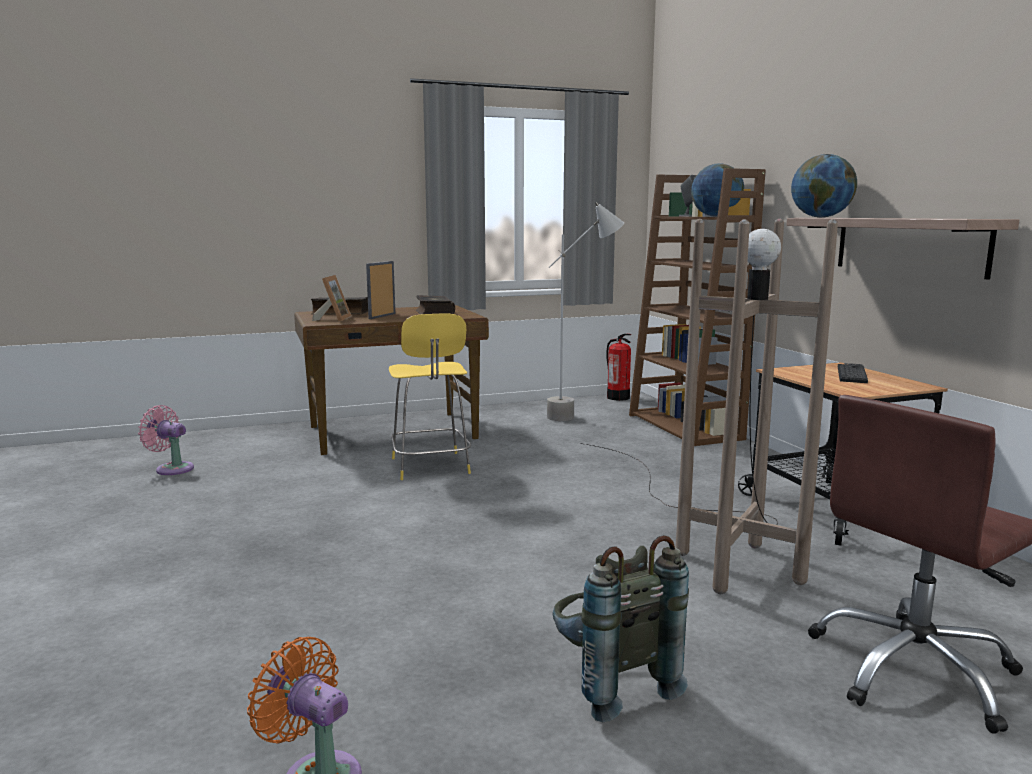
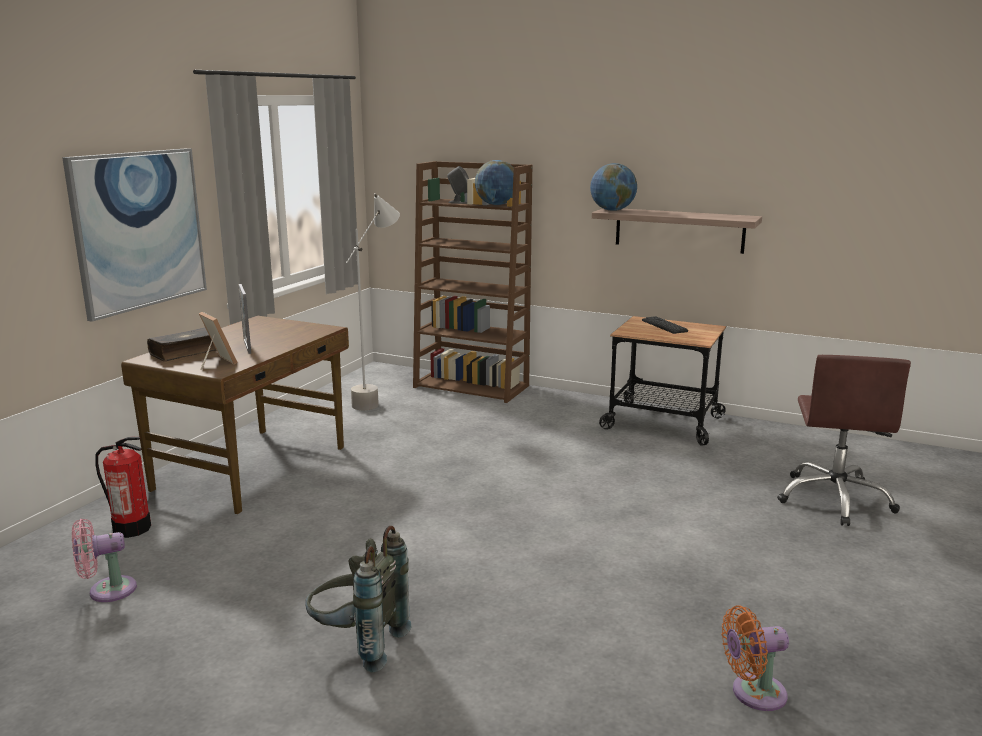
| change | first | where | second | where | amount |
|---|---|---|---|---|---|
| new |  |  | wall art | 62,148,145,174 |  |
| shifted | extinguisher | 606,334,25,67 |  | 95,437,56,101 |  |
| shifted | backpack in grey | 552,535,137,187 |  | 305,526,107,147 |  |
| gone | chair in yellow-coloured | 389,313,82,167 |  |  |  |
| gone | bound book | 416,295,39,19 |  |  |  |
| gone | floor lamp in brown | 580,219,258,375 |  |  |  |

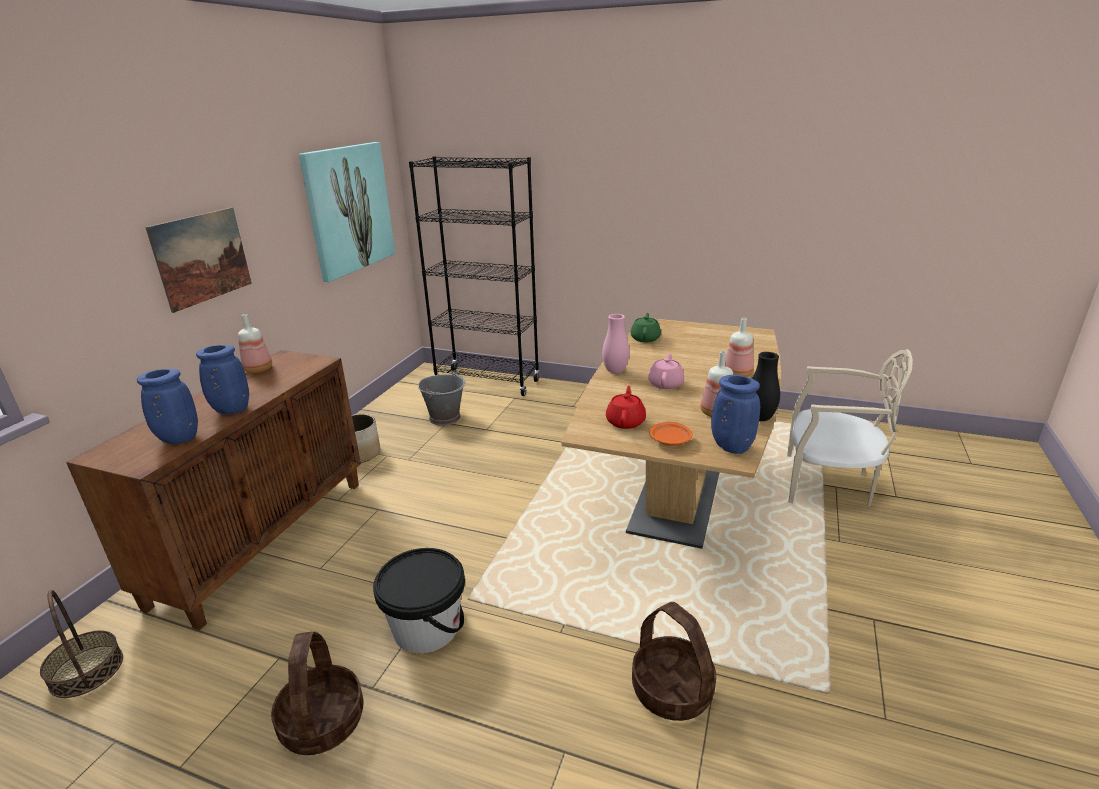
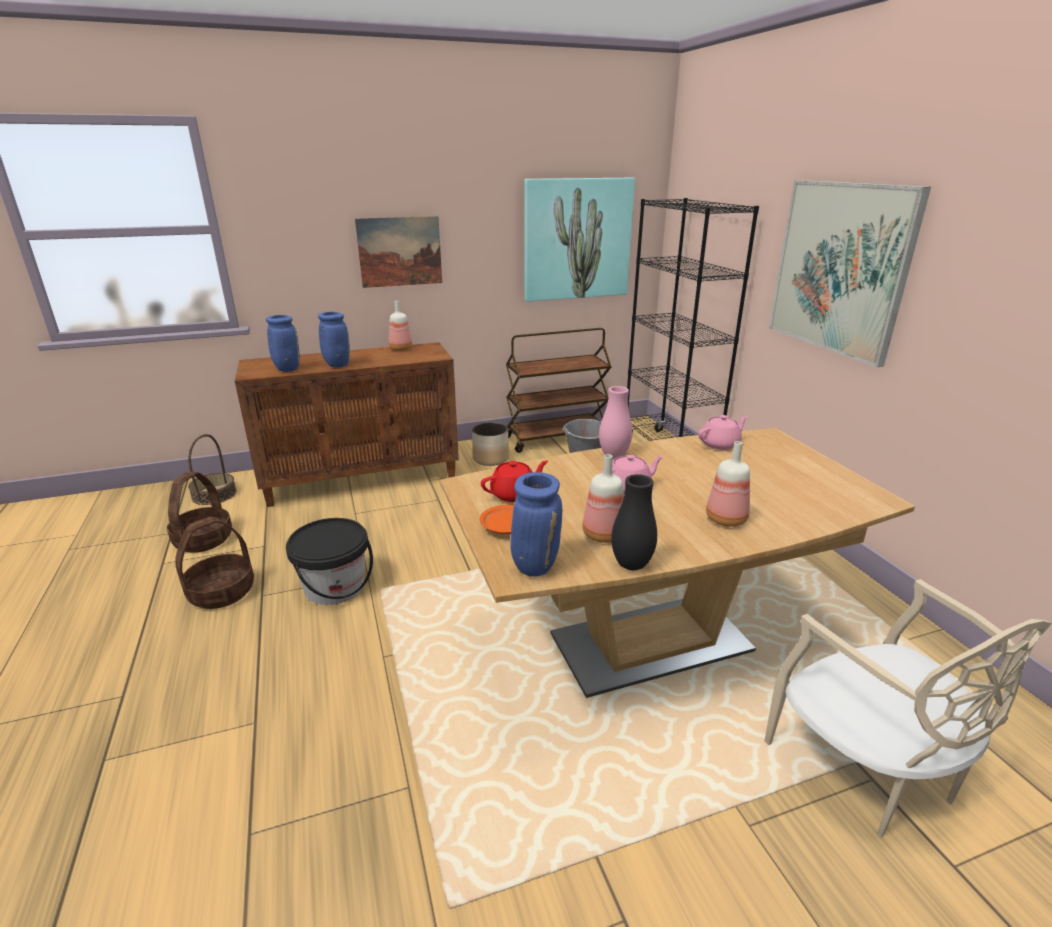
| change | first | where | second | where | amount |
|---|---|---|---|---|---|
| shifted | household basket | 632,602,84,119 |  | 167,471,65,82 |  |
| new |  |  | cart in brown | 506,328,106,125 |  |
| repainted | teapot in green | 631,313,30,29 | teapot in pinkish | 698,415,51,35 |  |
| new |  |  | wall art | 769,180,162,187 |  |

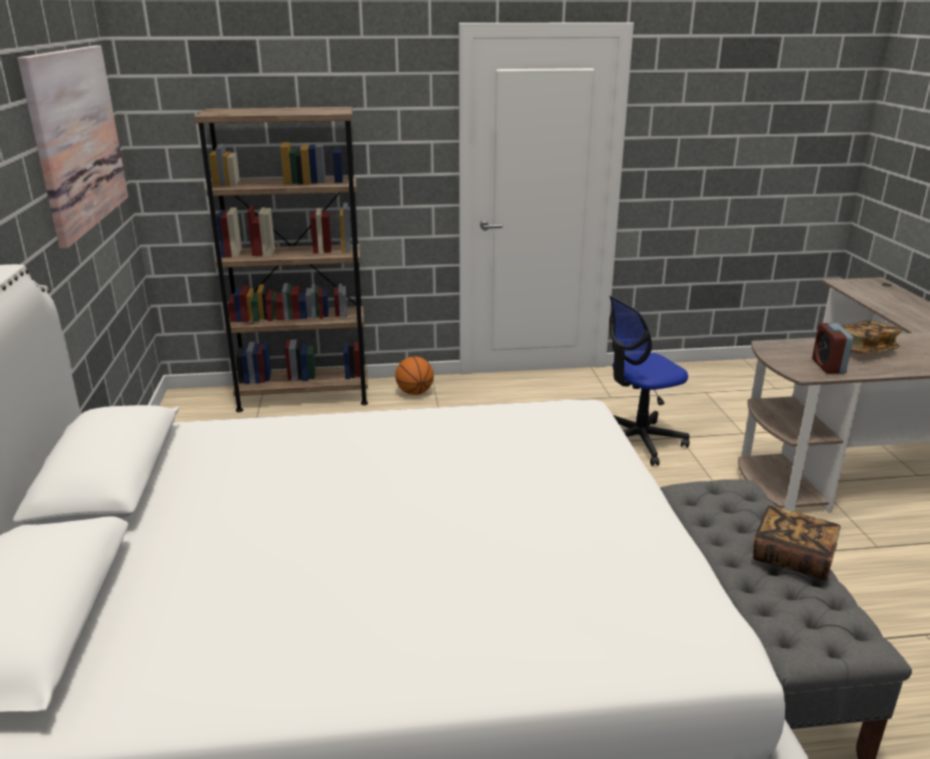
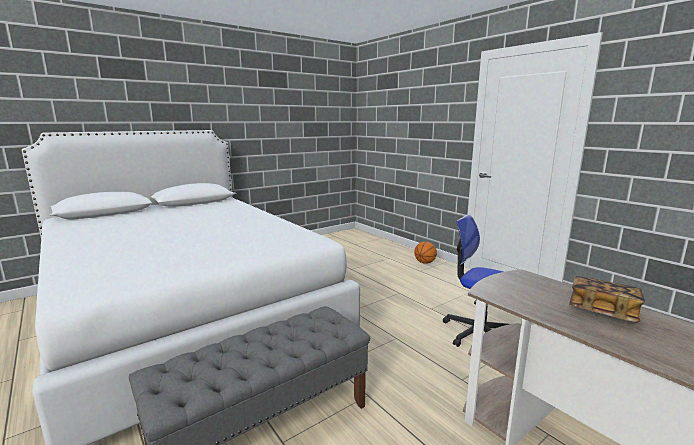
| change | first | where | second | where | amount |
|---|---|---|---|---|---|
| gone | wall art | 17,46,111,203 |  |  |  |
| gone | bookshelf in brown | 194,107,174,305 |  |  |  |
| gone | bound book | 753,505,88,76 |  |  |  |
| gone | bedside clock | 812,323,41,51 |  |  |  |

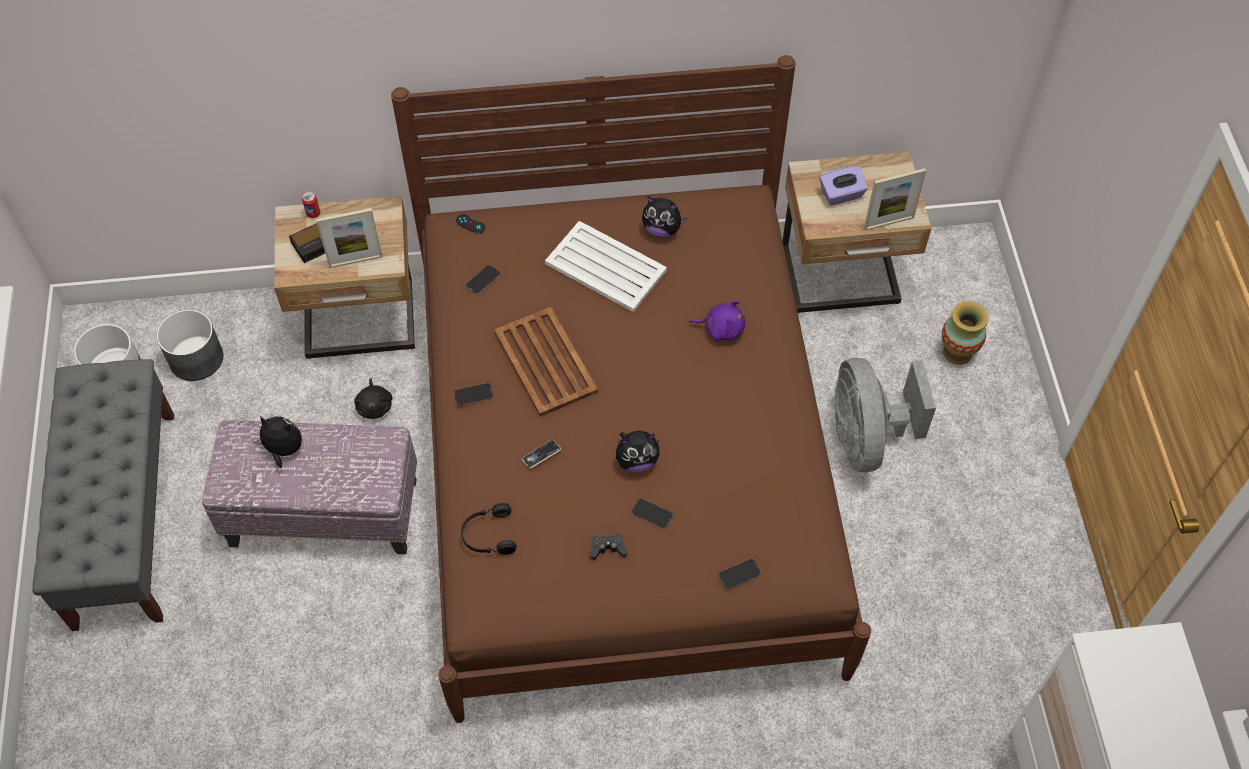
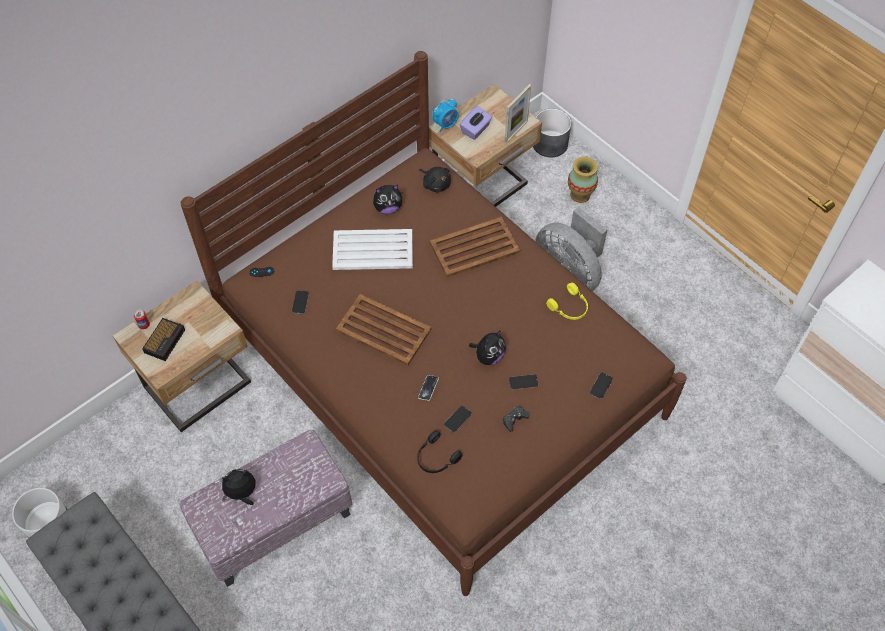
| change | first | where | second | where | amount |
|---|---|---|---|---|---|
| shifted | plush toy in blackish | 354,378,38,41 |  | 419,167,32,25 |  |
| swapped | plush toy in purple-coloured | 689,301,57,40 | tray in brown | 430,217,90,60 |  |
| new |  |  | bedside clock | 433,99,25,33 |  |
| shifted | telephone | 455,383,38,22 |  | 444,406,28,26 |  |
| shifted | flower pot in grey | 156,309,67,72 |  | 533,109,38,48 |  |
| new |  |  | headphones in yellow-coloured | 546,283,42,37 |  |
| gone | photo frame | 316,208,67,60 |  |  |  |

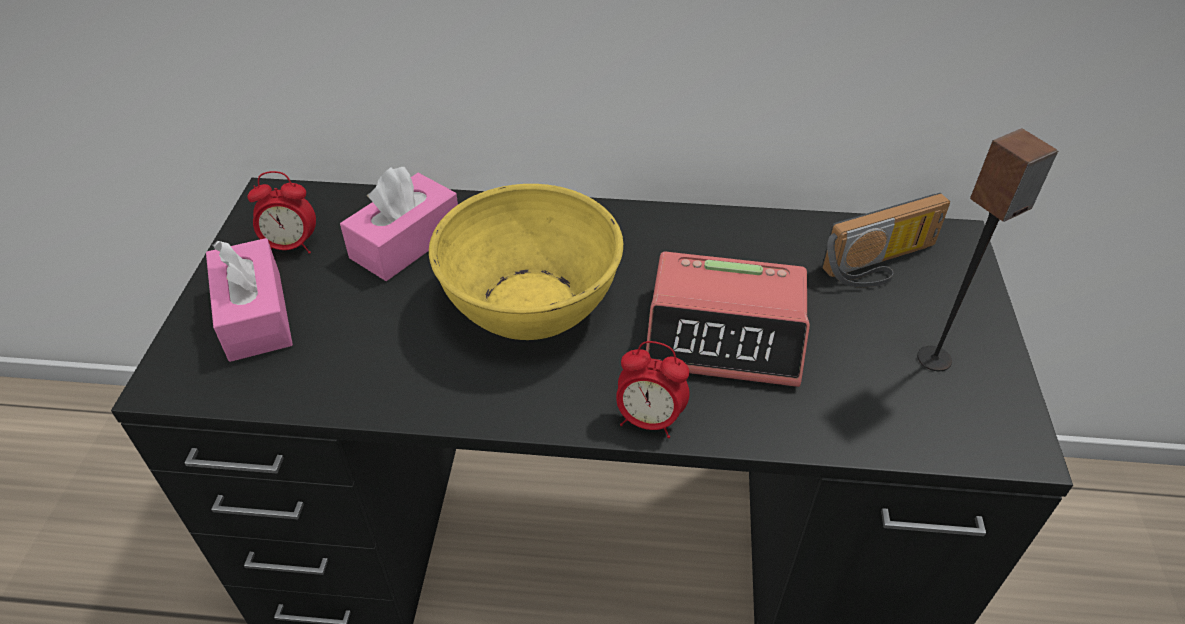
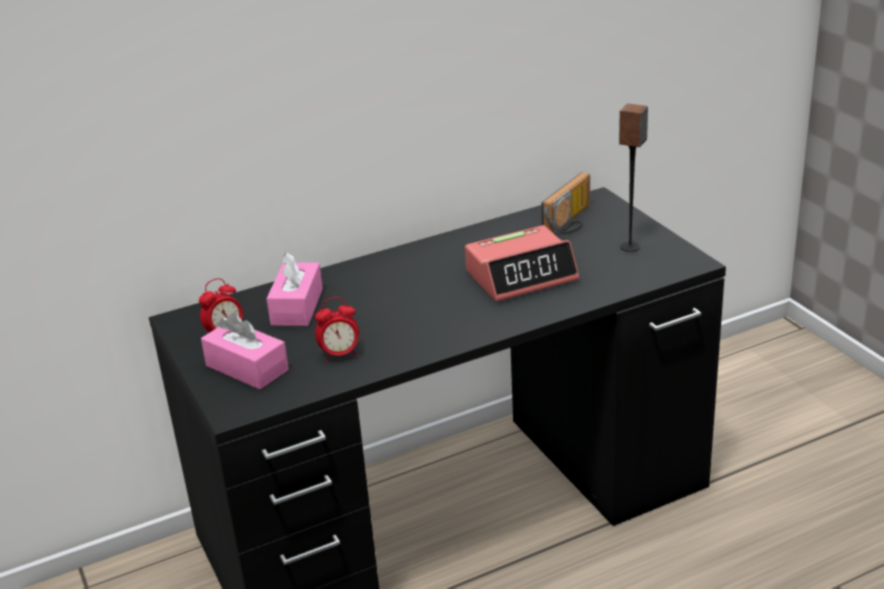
| change | first | where | second | where | amount |
|---|---|---|---|---|---|
| shifted | bedside clock | 616,341,73,97 |  | 315,297,44,65 |  |
| gone | deep dish in yellow-coloured | 429,184,194,156 |  |  |  |

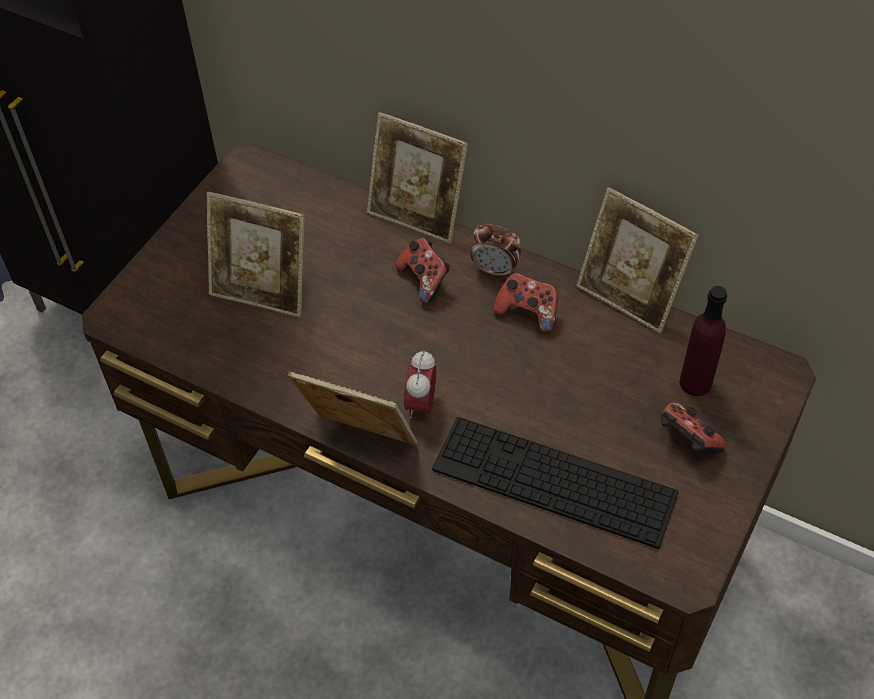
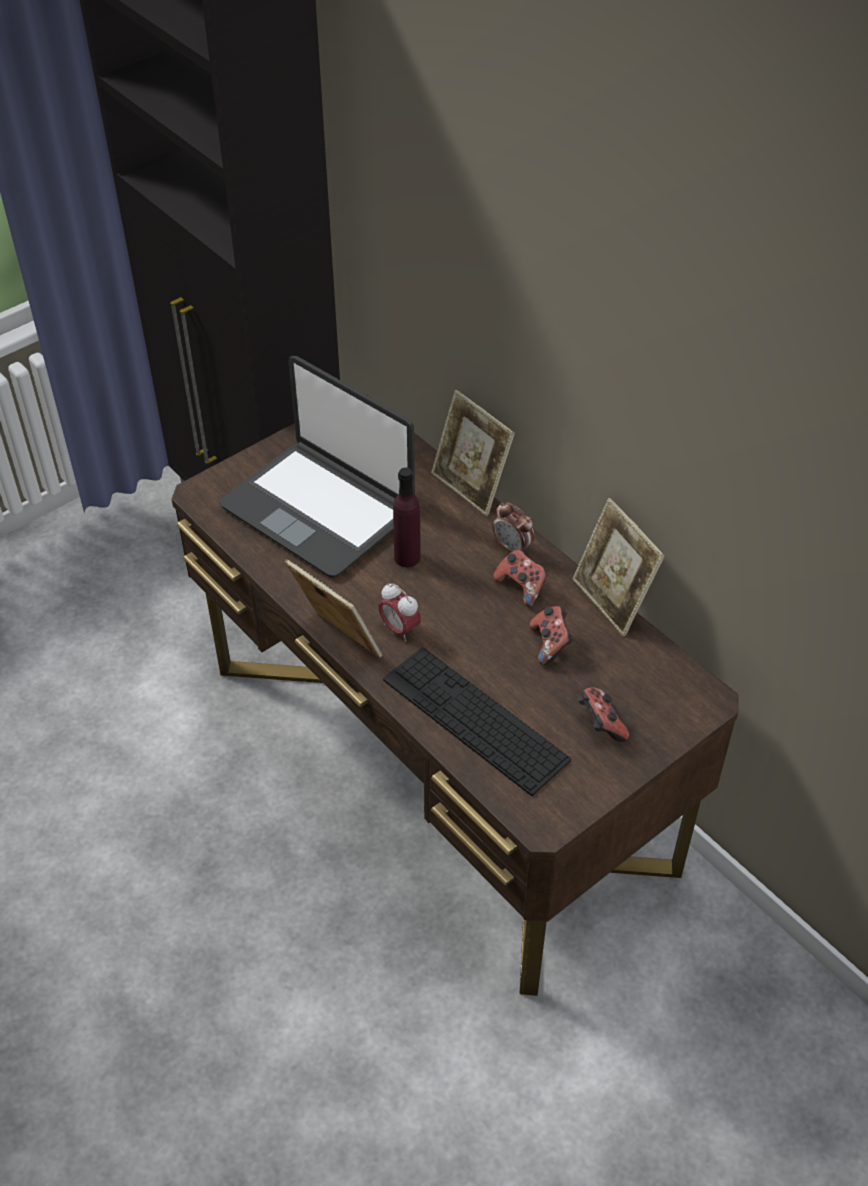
| change | first | where | second | where | amount |
|---|---|---|---|---|---|
| swapped | photo frame | 207,192,98,125 | laptop | 219,356,196,222 |  |
| rotated | bedside clock | 404,350,32,69 |  | 378,583,43,59 | 75 degrees counterclockwise |
| shifted | drink bottle in purple-coloured | 679,286,48,110 |  | 393,468,27,99 |  |
| shifted | game controller | 395,237,55,67 |  | 530,606,44,59 |  |

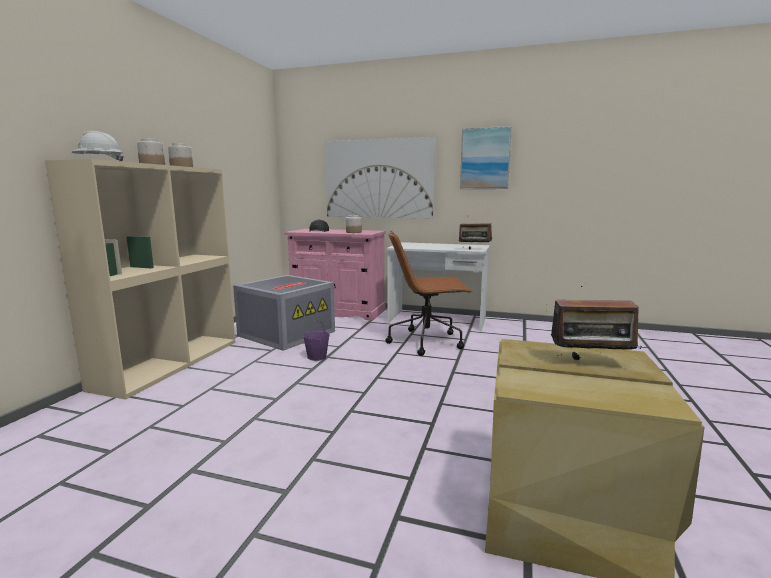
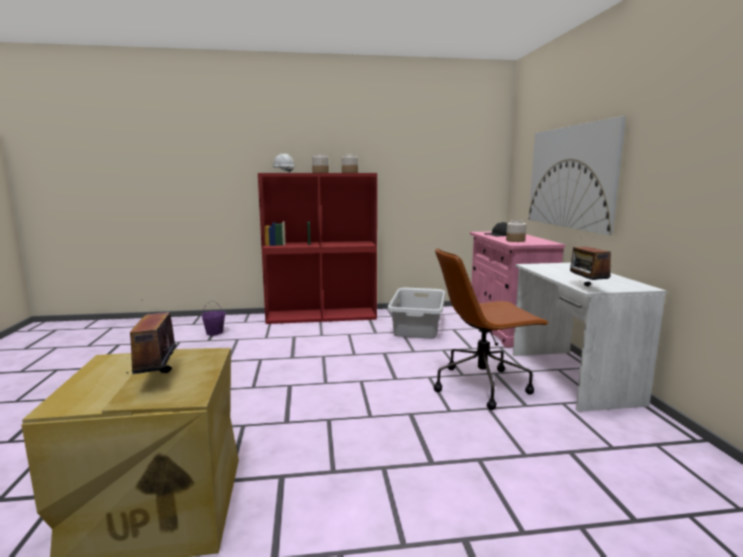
| change | first | where | second | where | amount |
|---|---|---|---|---|---|
| shifted | bucket in purple-coloured | 303,319,27,42 |  | 201,301,25,35 |  |
| repainted | bookshelf in beige | 45,159,191,241 | bookshelf in red-coloured | 258,173,119,151 |  |
| swapped | storage bin in grey | 233,275,102,76 | washing basket in grey | 387,287,58,52 |  |
| rotated | office chair in brown | 386,231,87,125 |  | 434,248,116,162 | 75 degrees counterclockwise |
| gone | wall art | 460,126,52,63 |  |  |  |

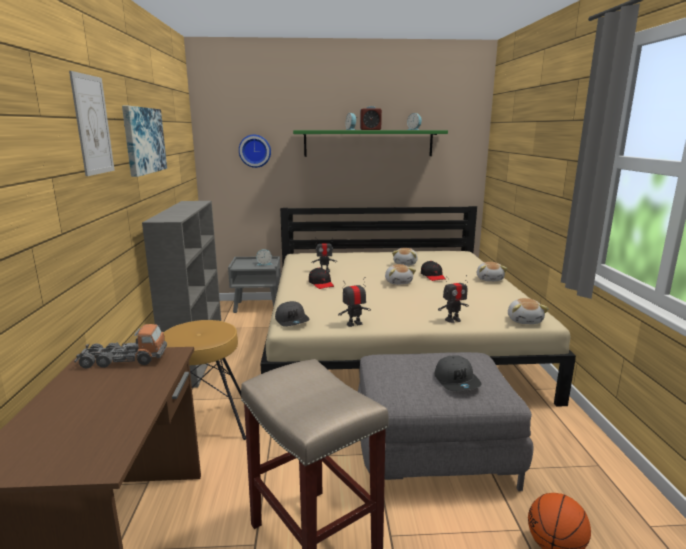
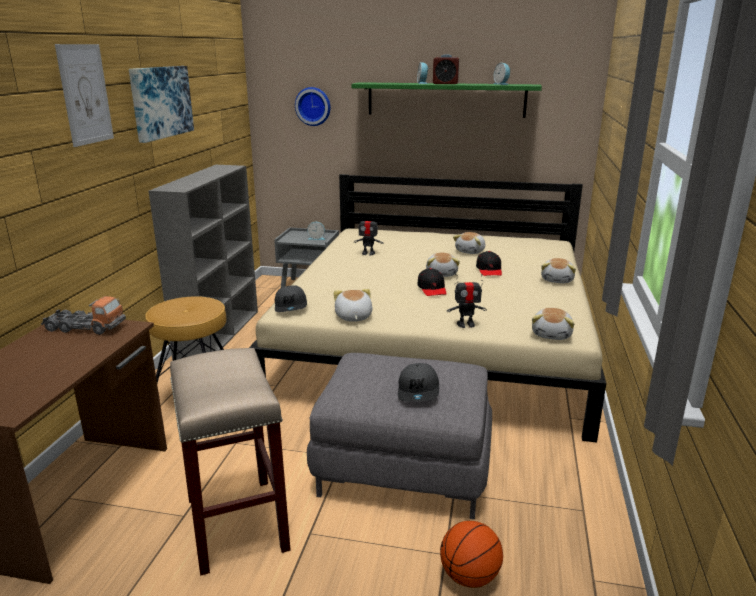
| change | first | where | second | where | amount |
|---|---|---|---|---|---|
| swapped | model robot | 338,277,33,50 | plush toy | 334,289,39,33 |  |
| shifted | baseball cap in blackish | 309,268,25,21 |  | 417,268,30,28 |  |

